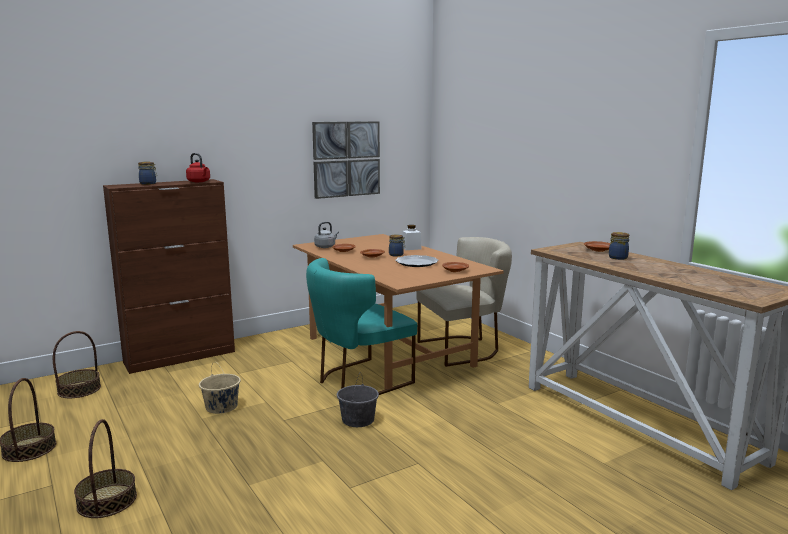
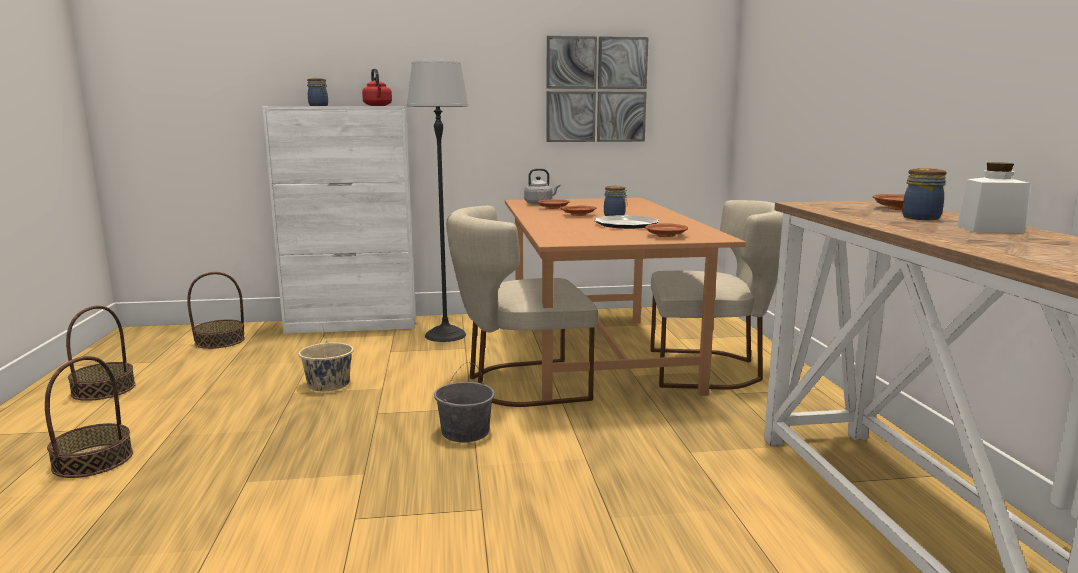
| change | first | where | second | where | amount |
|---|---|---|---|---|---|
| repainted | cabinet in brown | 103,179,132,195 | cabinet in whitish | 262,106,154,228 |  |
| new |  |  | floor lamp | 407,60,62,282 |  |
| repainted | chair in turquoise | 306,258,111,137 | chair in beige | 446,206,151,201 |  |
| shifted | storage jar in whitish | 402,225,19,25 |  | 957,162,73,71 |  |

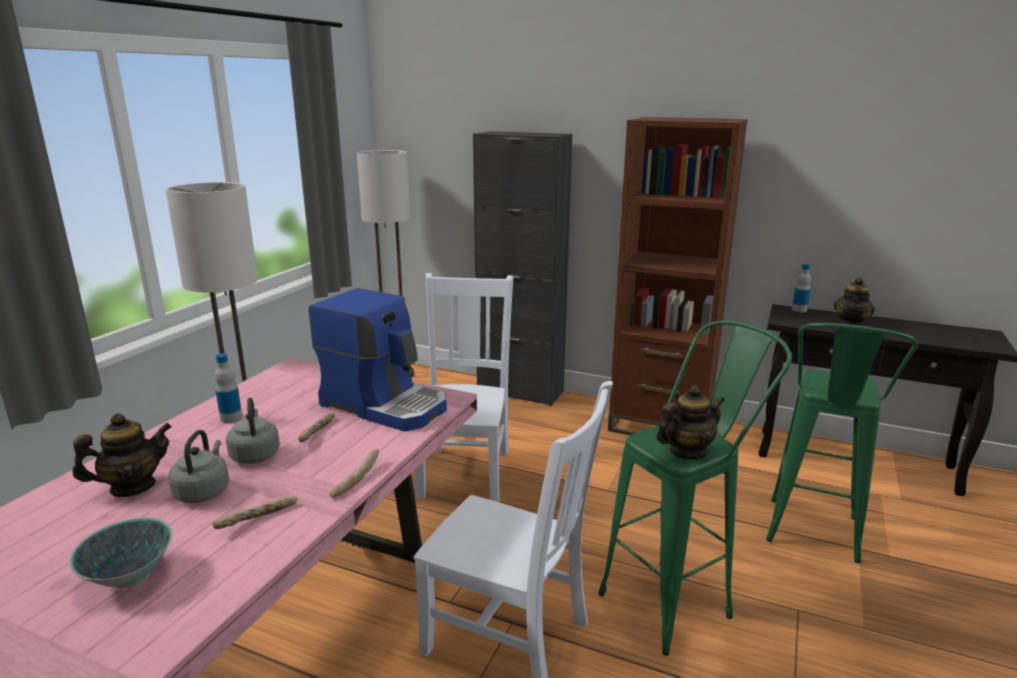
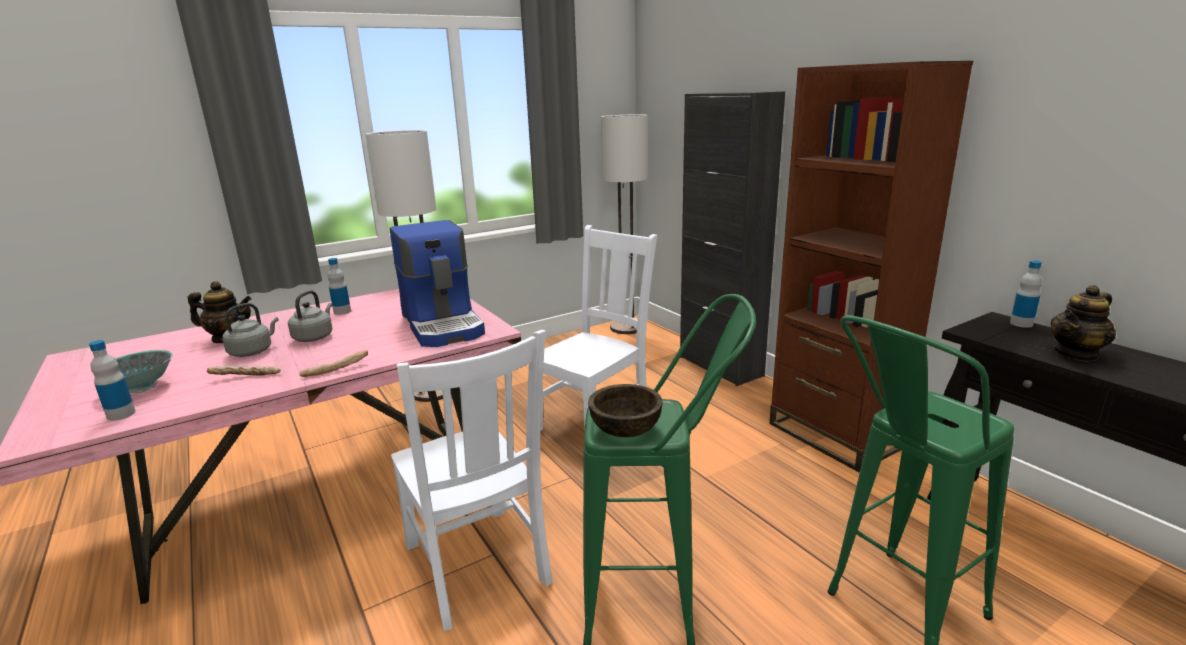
| change | first | where | second | where | amount |
|---|---|---|---|---|---|
| new |  |  | drink bottle | 89,340,47,81 |  |
| swapped | teapot | 656,385,69,74 | deep dish in brown | 588,384,75,53 |  |
| gone | baked bread | 298,413,37,29 |  |  |  |

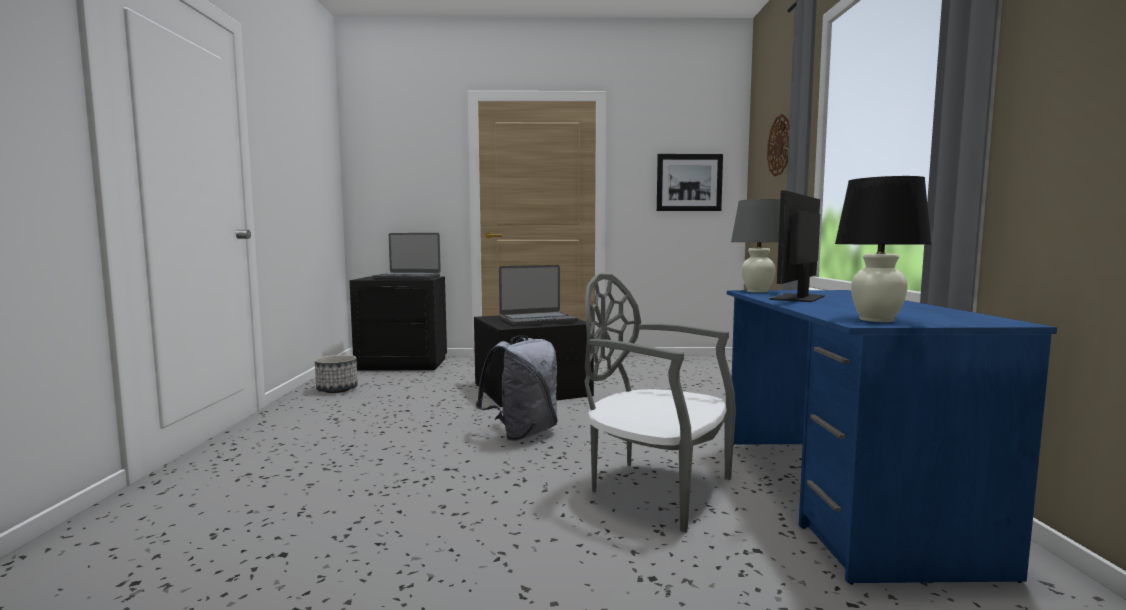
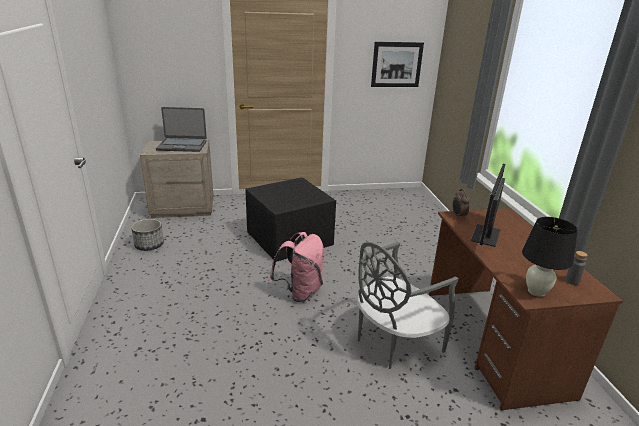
| change | first | where | second | where | amount |
|---|---|---|---|---|---|
| repainted | bedside table in blackish | 349,276,98,95 | bedside table in beige | 140,140,73,78 |  |
| repainted | backpack in grey | 476,335,82,106 | backpack in pinkish | 270,232,55,70 |  |
| rotated | chair in grey | 584,273,152,260 |  | 357,242,101,127 | 60 degrees counterclockwise |
| repainted | desk unit in blue | 727,290,330,294 | desk unit in brown | 429,208,194,203 |  |
| swapped | table lamp in grey | 731,199,49,94 | bedside clock | 452,189,18,29 |  |
| new |  |  | drink bottle in grey | 565,251,23,34 |  |
| gone | laptop | 499,265,79,61 |  |  |  |
| gone | clock on the wall | 767,114,23,62 |  |  |  |

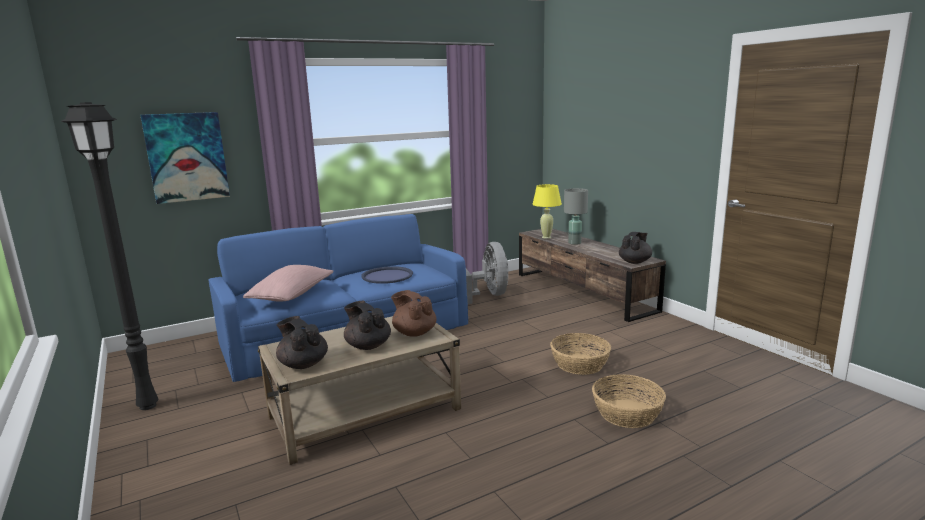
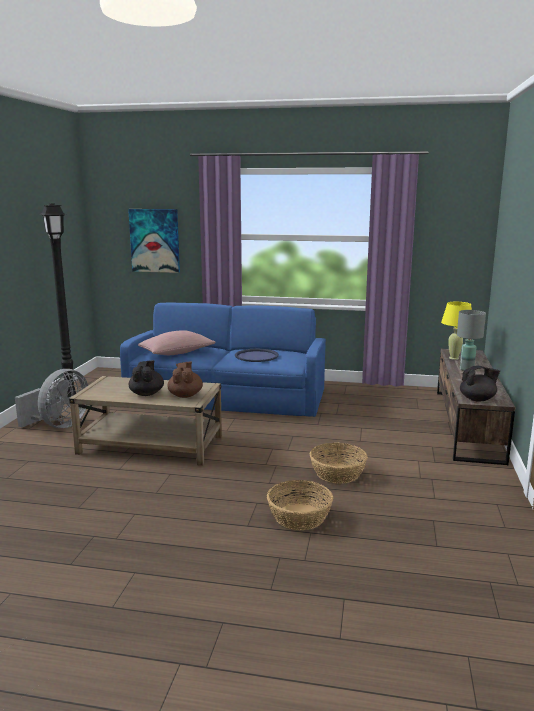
| change | first | where | second | where | amount |
|---|---|---|---|---|---|
| shifted | cooling fan in grey | 466,242,43,62 |  | 15,369,73,59 |  |
| gone | teapot in blackish | 276,316,52,53 |  |  |  |

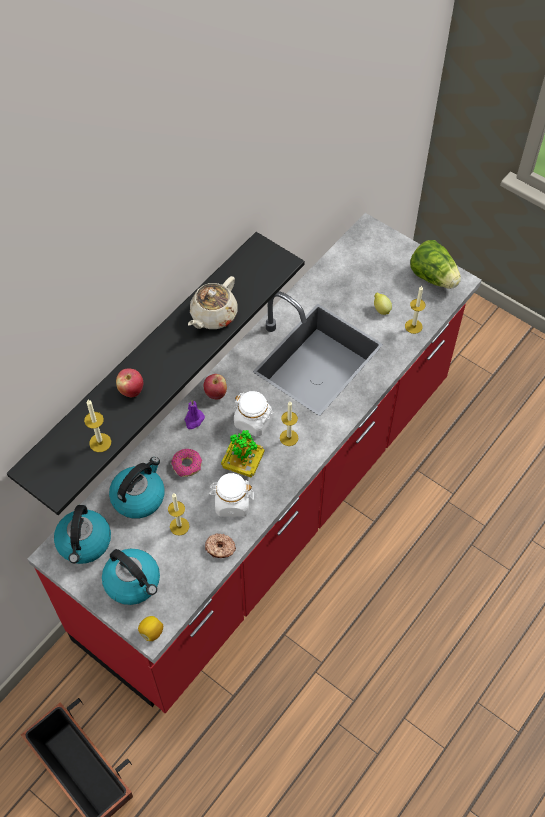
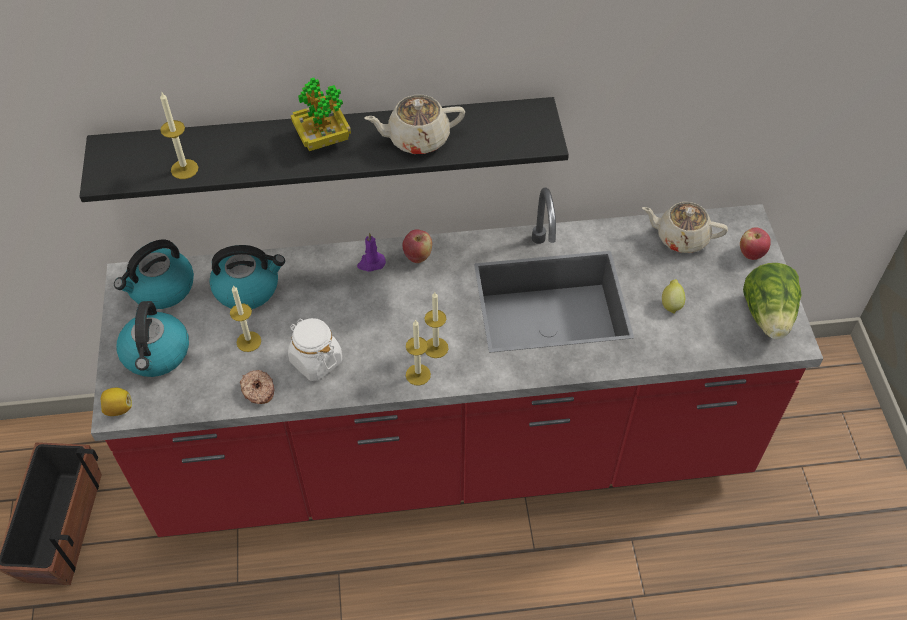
| change | first | where | second | where | amount |
|---|---|---|---|---|---|
| shifted | houseplant | 221,430,44,47 |  | 291,78,60,73 |  |
| shifted | wax candle | 405,286,21,48 |  | 406,319,25,67 |  |
| new |  |  | teapot in beige | 642,202,86,51 |  |
| shifted | apple fruit | 116,369,27,28 |  | 740,227,31,33 |  |
| gone | donut | 171,449,31,28 |  |  |  |
| gone | storage jar in whitish | 233,391,41,46 |  |  |  |

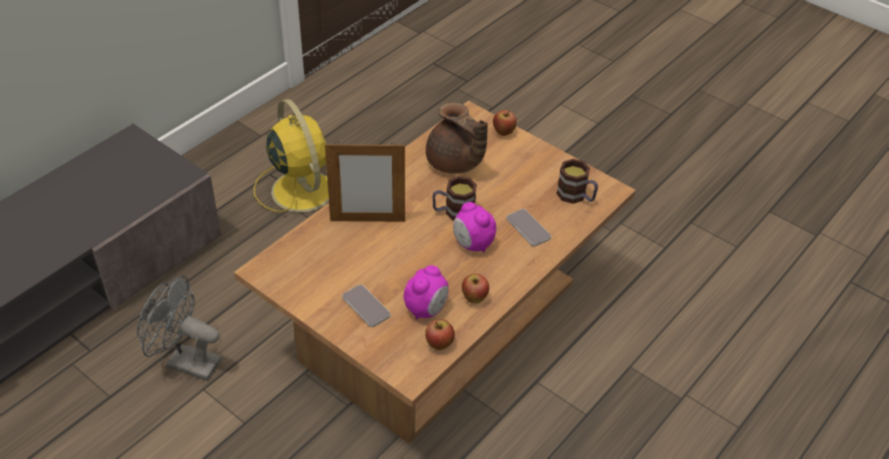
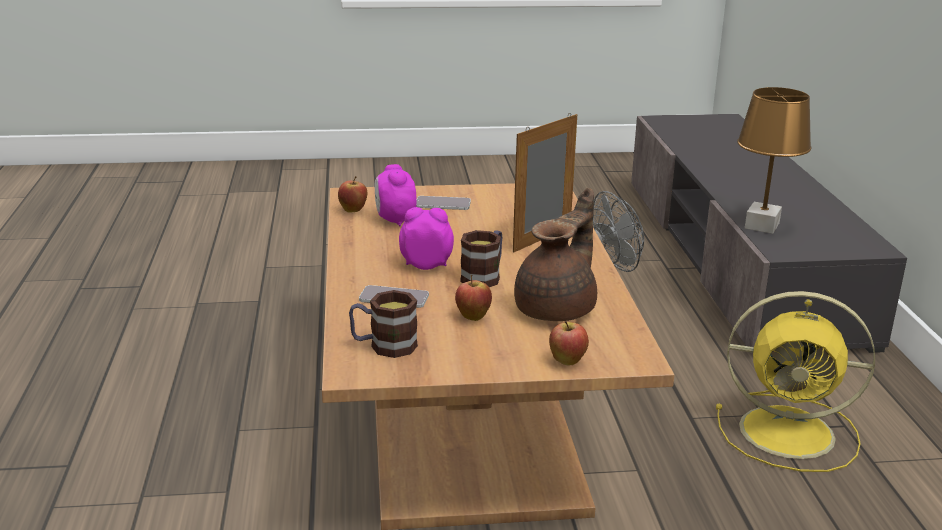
| change | first | where | second | where | amount |
|---|---|---|---|---|---|
| shifted | apple fruit | 462,274,27,30 |  | 455,275,37,46 |  |
| rotated | teapot in brown | 426,102,62,72 |  | 514,188,83,133 | 120 degrees clockwise |
| new |  |  | table lamp in brown | 737,87,74,147 |  |

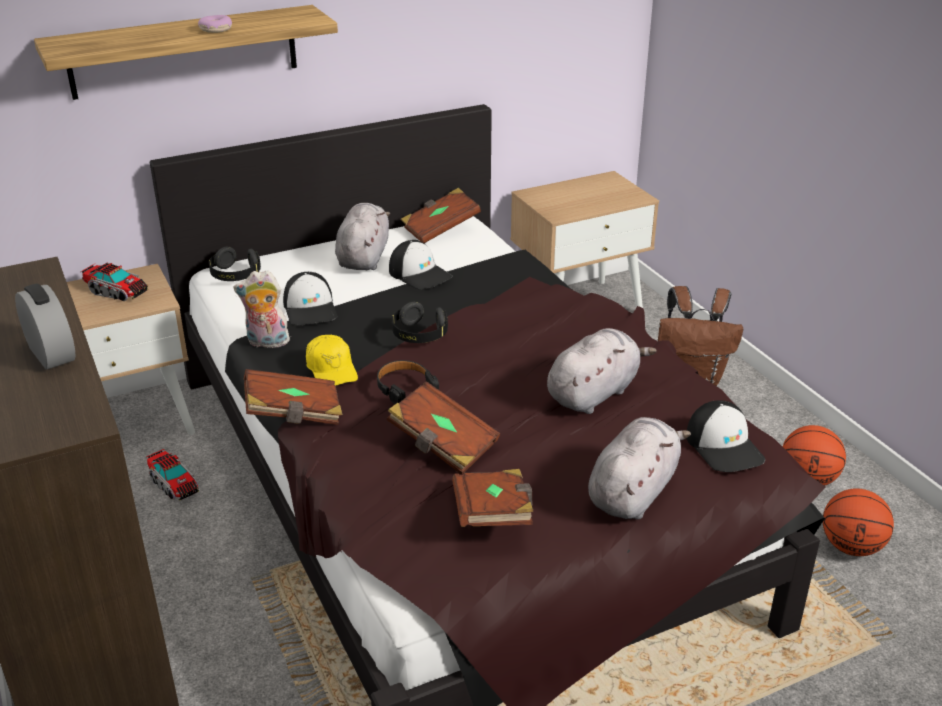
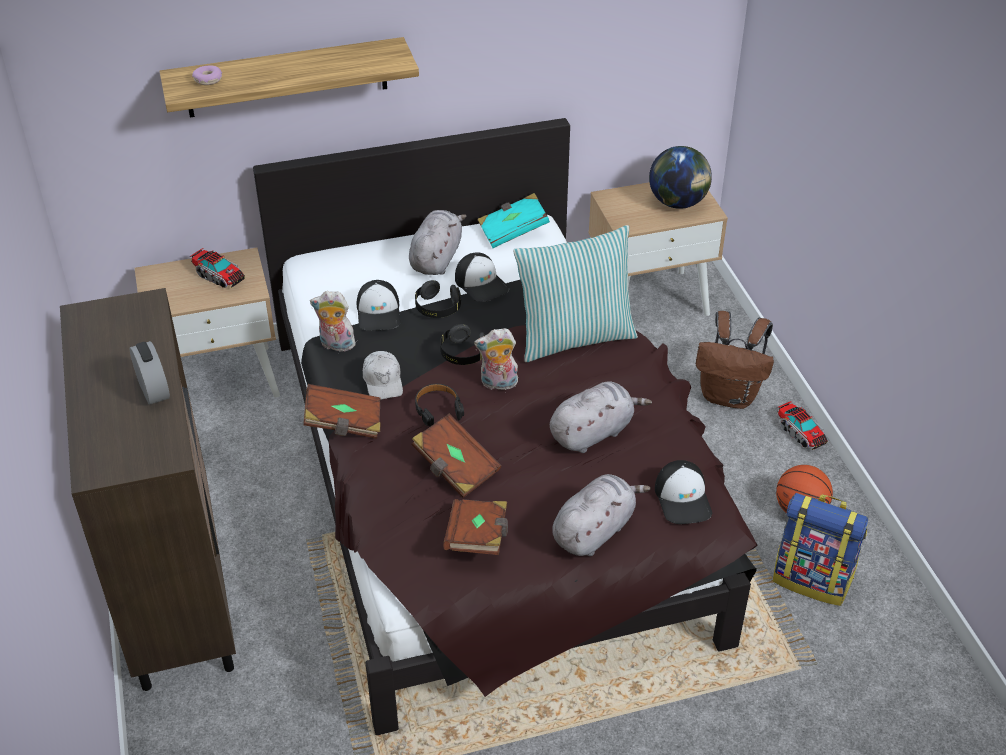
| change | first | where | second | where | amount |
|---|---|---|---|---|---|
| shifted | donut | 198,15,34,18 |  | 192,65,30,20 |  |
| repainted | baseball cap in yellow-coloured | 306,335,52,51 | baseball cap in whitish | 363,351,40,49 |  |
| shifted | headphones in blackish | 209,246,52,35 |  | 415,280,46,38 |  |
| new |  |  | plush toy | 474,328,44,62 |  |
| repainted | bound book in brown | 401,188,80,55 | bound book in turquoise | 477,193,73,55 |  |
| new |  |  | throw pillow | 513,225,125,137 |  |
| new |  |  | world globe | 649,146,63,63 |  |
| swapped | basketball | 823,488,71,68 | backpack | 773,493,95,113 |  |
| shifted | model truck | 146,449,53,52 |  | 777,401,51,49 |  |

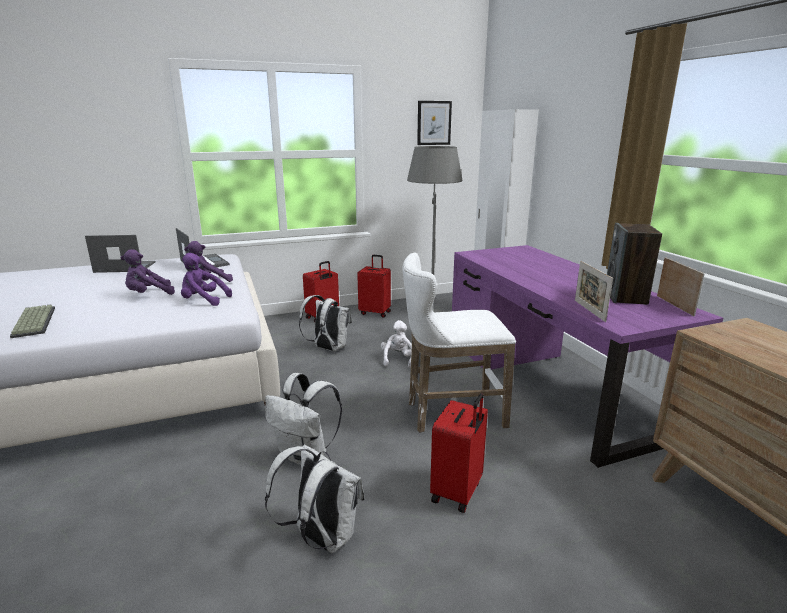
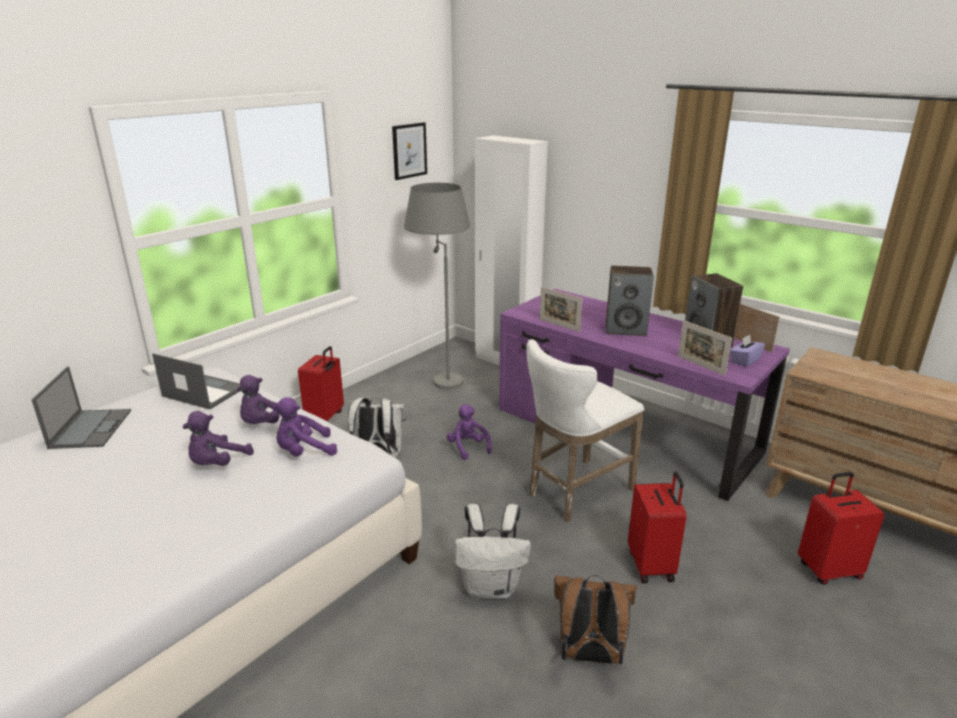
| change | first | where | second | where | amount |
|---|---|---|---|---|---|
| rotated | laptop | 85,235,71,38 |  | 31,366,100,83 | 120 degrees clockwise |
| repainted | plush toy in whitish | 381,320,31,48 | plush toy in purple-coloured | 447,404,45,56 |  |
| new |  |  | photo frame | 539,287,43,45 |  |
| repainted | backpack in whitish | 265,444,99,109 | backpack in brown | 554,575,83,89 |  |
| new |  |  | audio speaker | 606,265,48,71 |  |
| new |  |  | tissue box in purple-coloured | 730,335,35,32 |  |
| shifted | travel case in red-coloured | 357,255,34,63 |  | 798,472,87,113 |  |
| gone | PC keyboard | 10,304,45,34 |  |  |  |

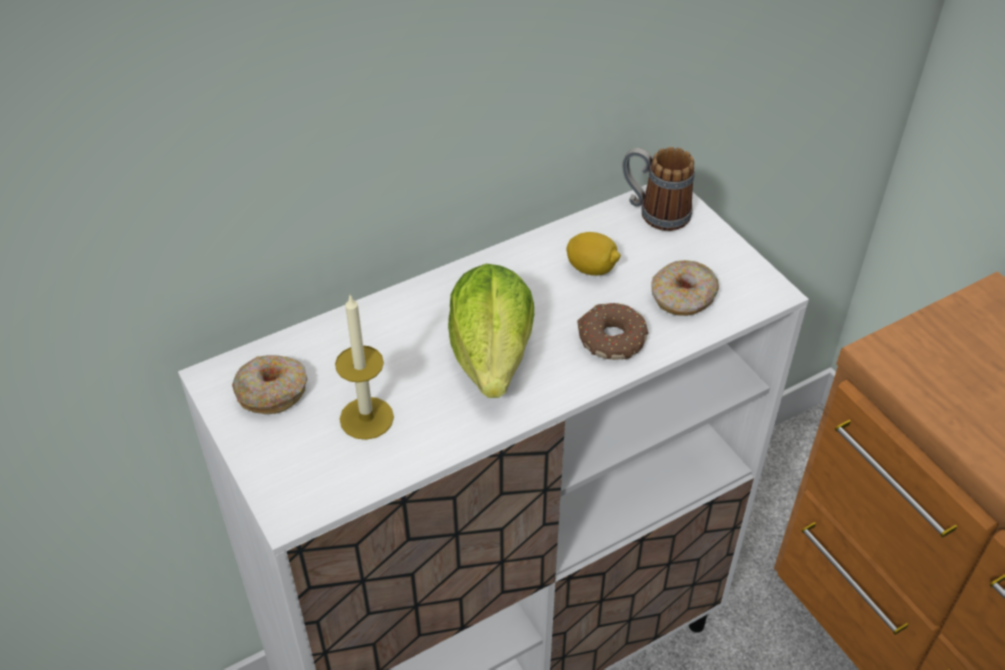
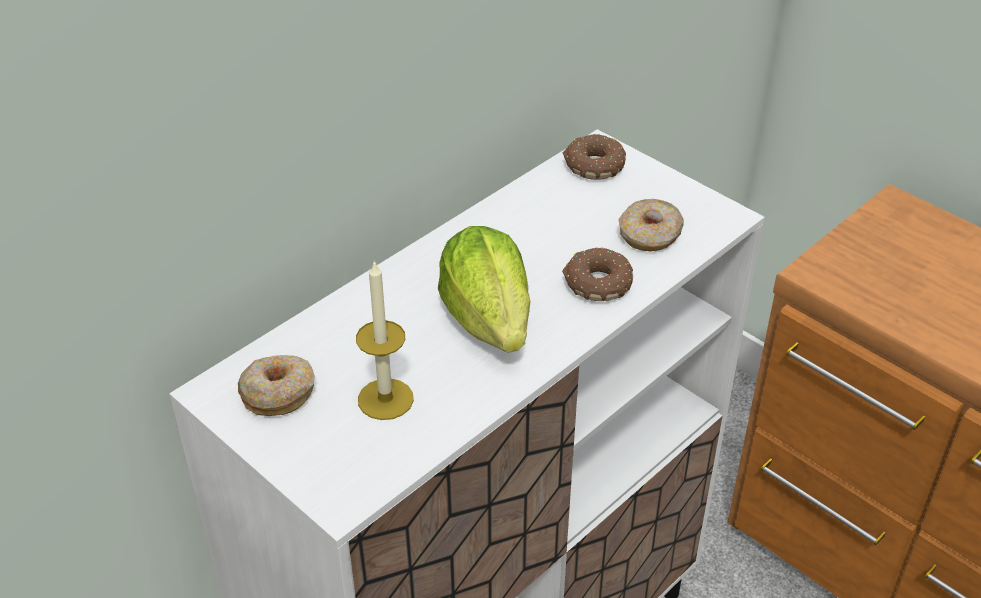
| change | first | where | second | where | amount |
|---|---|---|---|---|---|
| swapped | tea mug | 622,147,73,84 | donut | 563,134,63,46 |  |
| gone | citrus fruit | 566,232,55,44 |  |  |  |

